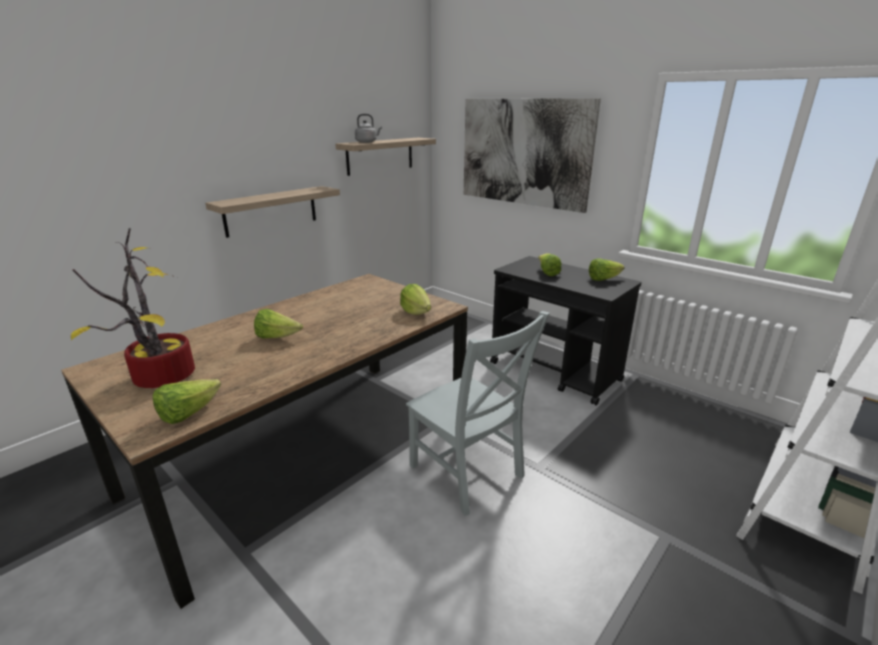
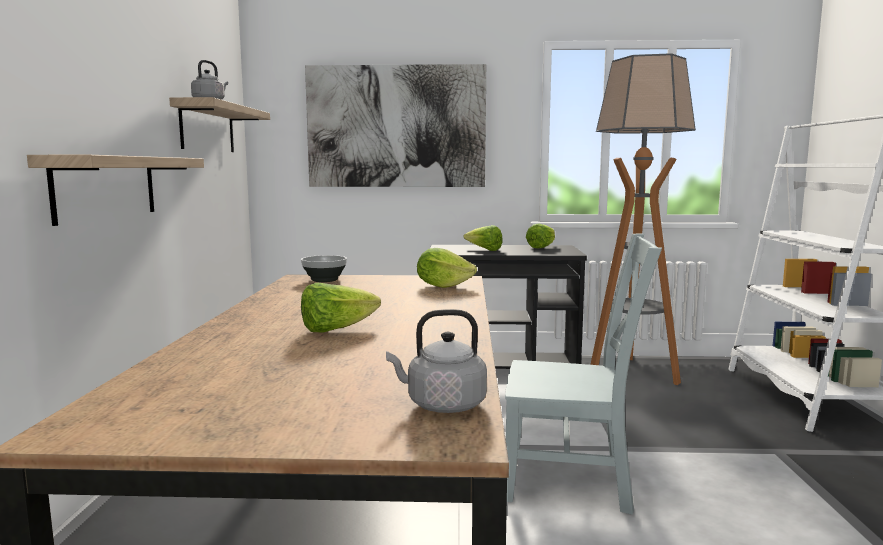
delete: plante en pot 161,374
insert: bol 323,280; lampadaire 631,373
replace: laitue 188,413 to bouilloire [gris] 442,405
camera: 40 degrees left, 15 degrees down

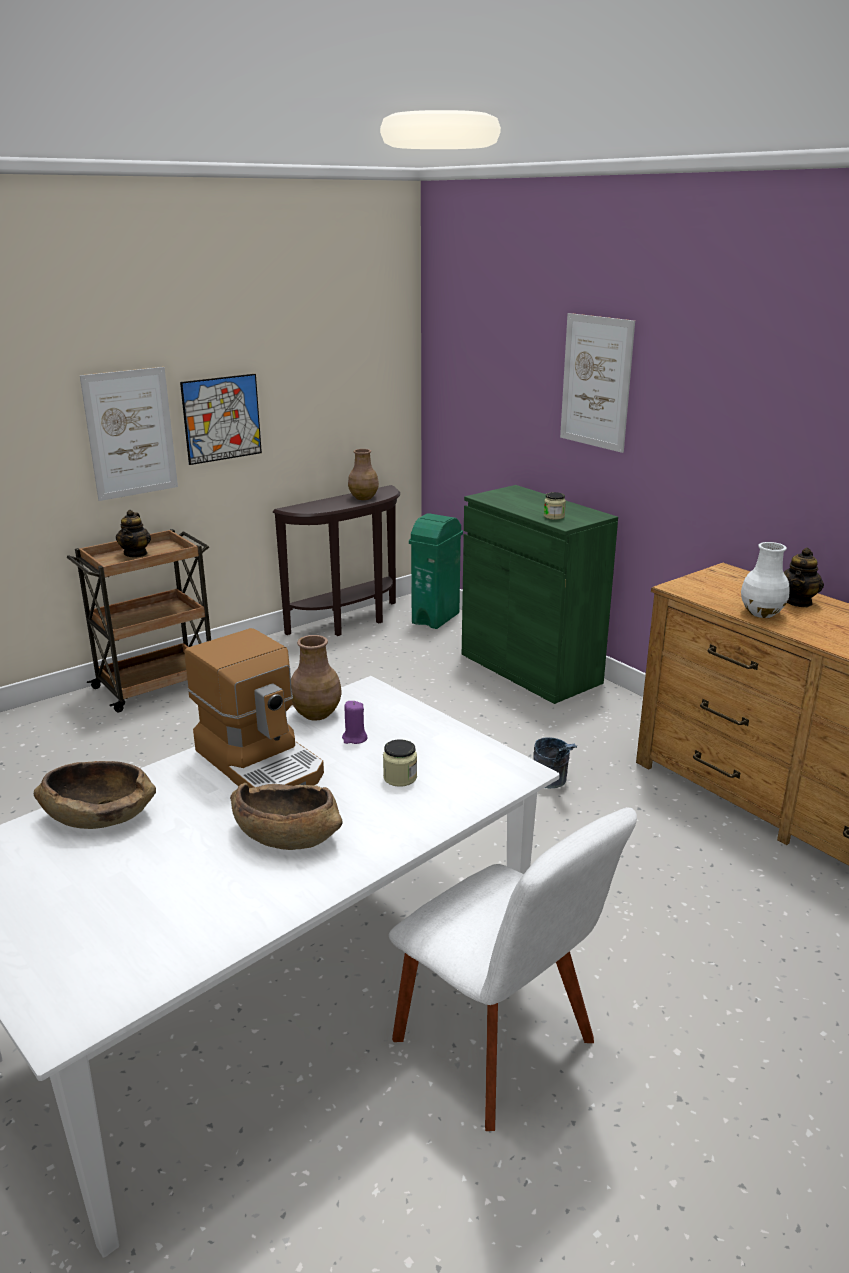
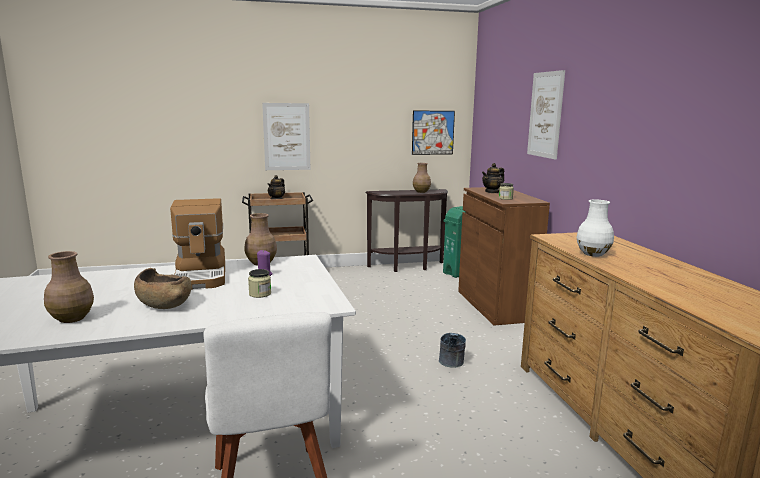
delete: bol [marron] 100,815
insert: vase [marron] 72,318
move: tableau 222,418 to 433,132; théière 797,601 to 492,192
recolor: meuble de rangement [vert] 530,668 to meuble de rangement [marron] 495,305
camera: 25 degrees right, 10 degrees down

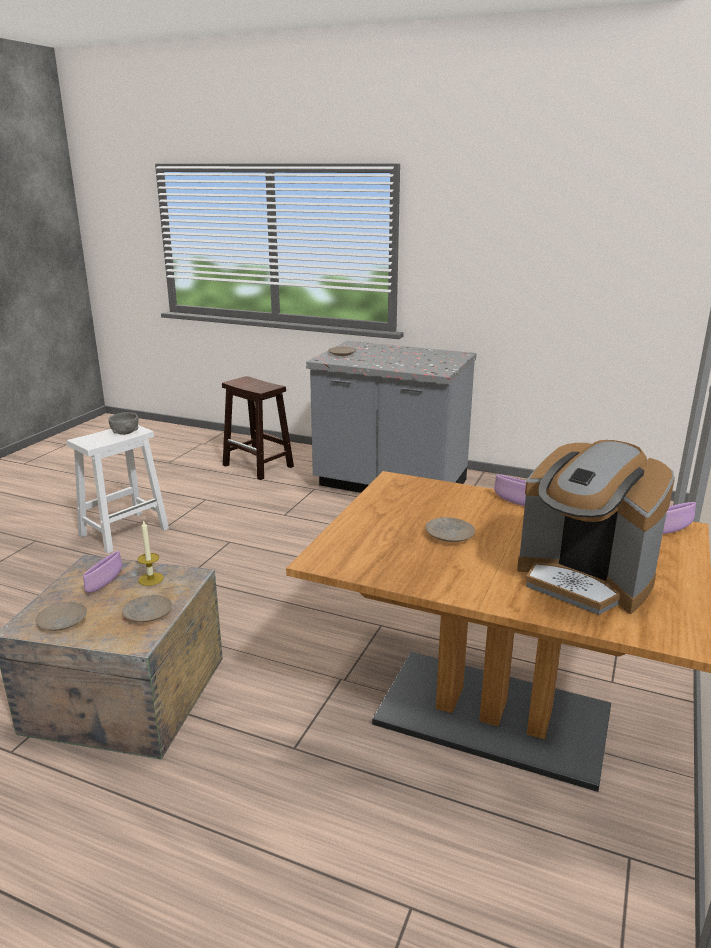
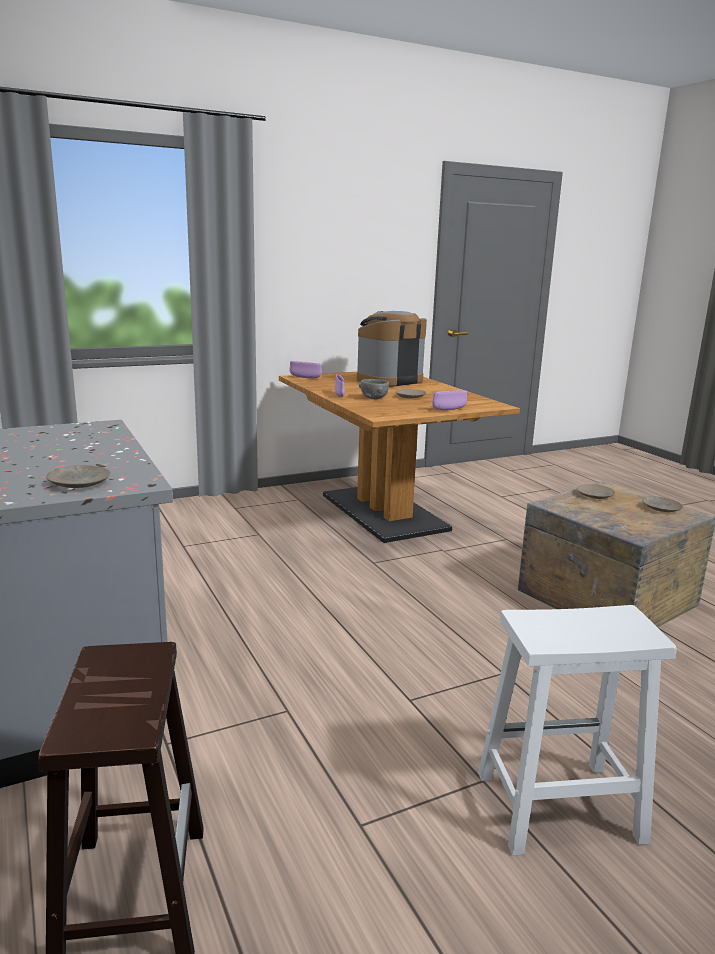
delete: bougie 151,579
move: bol [gris] 125,433 to 374,398; bol [violet] 105,584 to 449,409
rotate: machine à café 584,580 = 388,380 120 degrees counterclockwise
camera: 140 degrees left, 5 degrees down

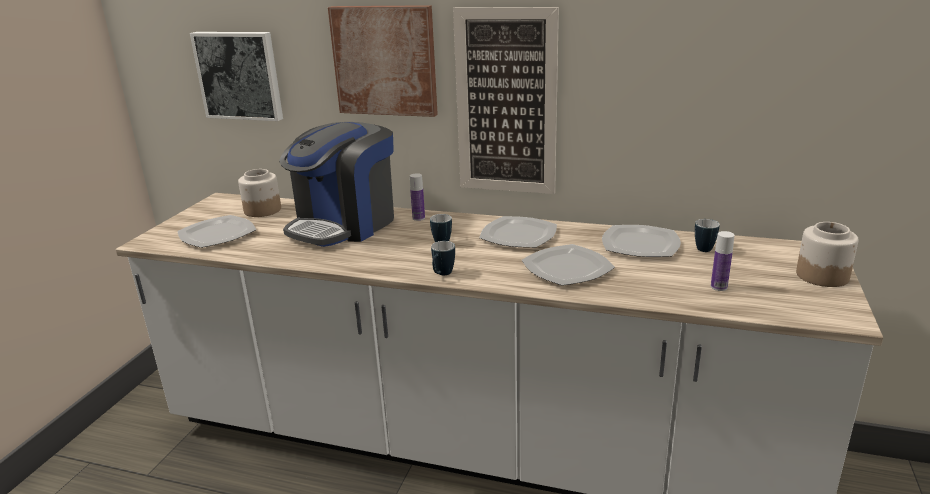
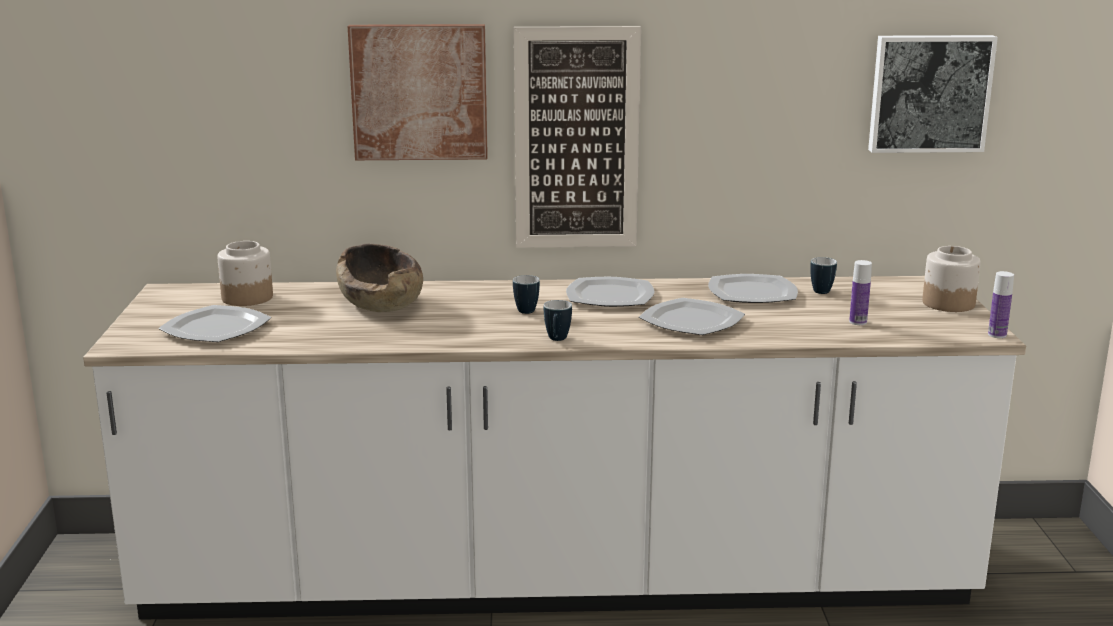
move: tableau 240,75 to 929,93; bouteille 418,218 to 997,335
replace: machine à café 344,225 to bol [marron] 381,304
camera: 20 degrees left, 5 degrees down

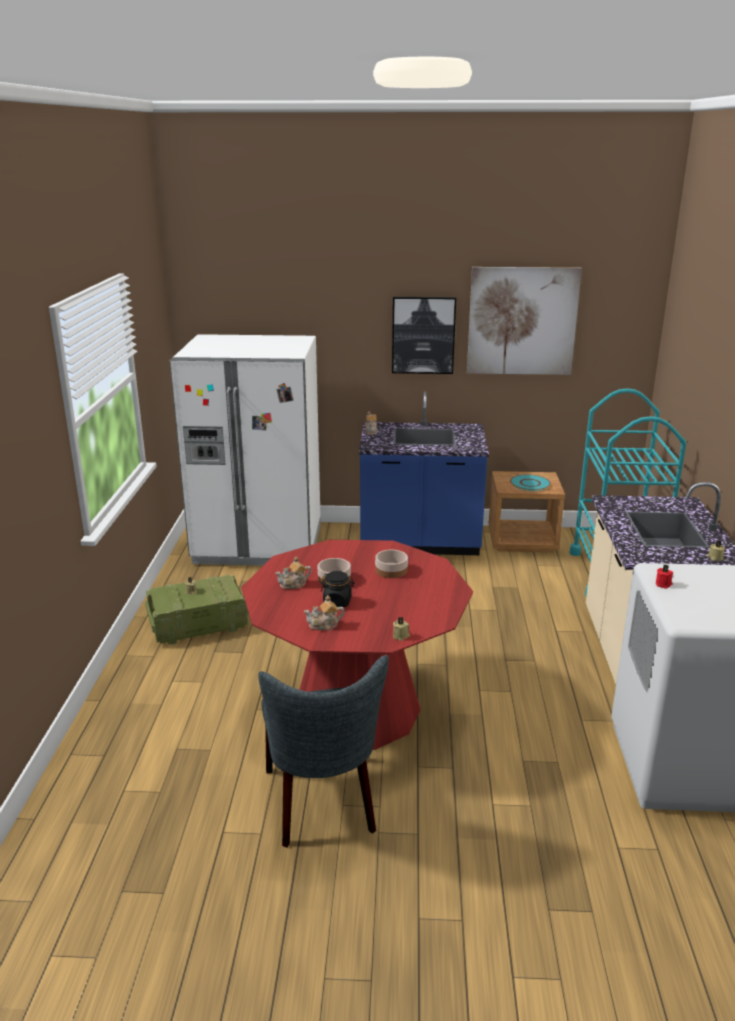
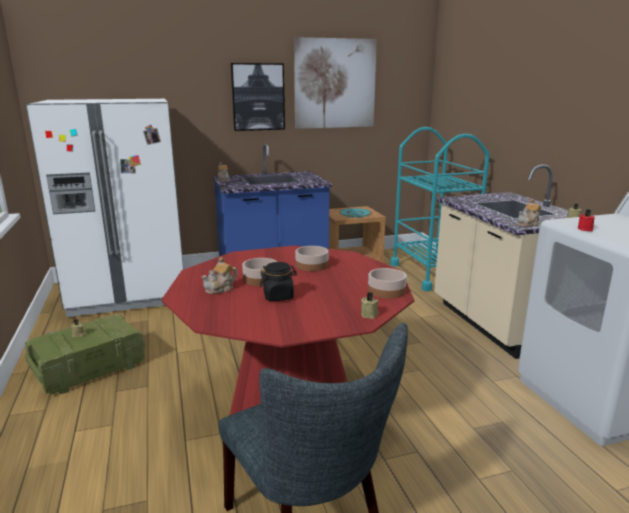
insert: bol 386,291
move: théière 324,625 to 528,224
camera: 20 degrees left, 5 degrees down

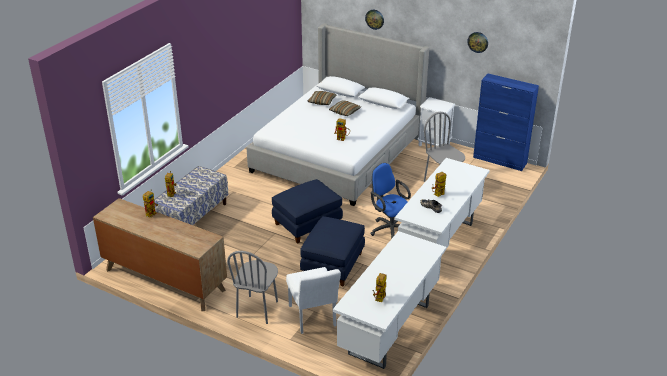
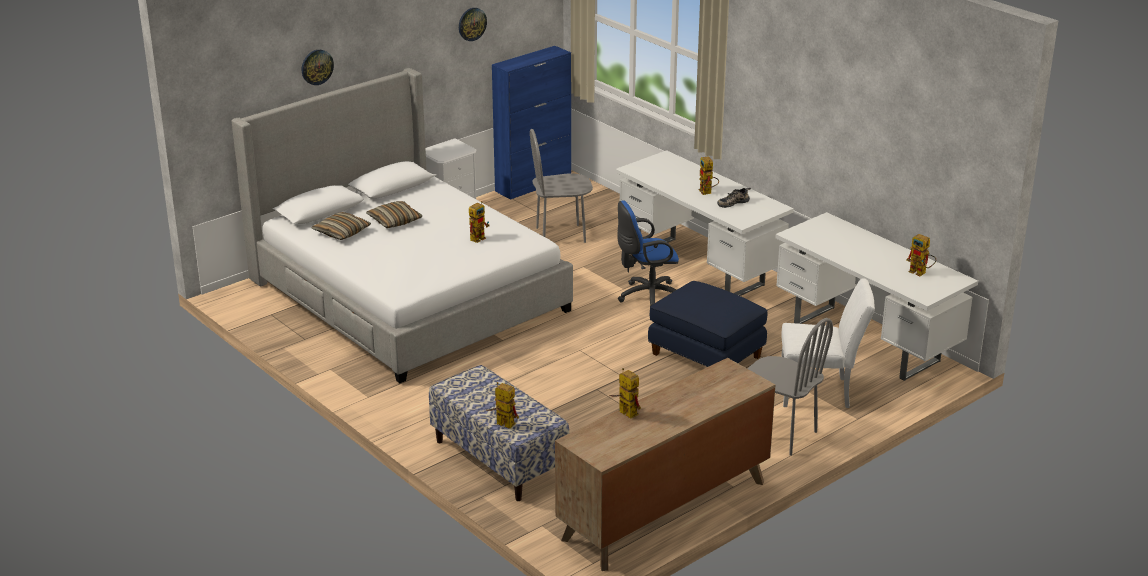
delete: pouf [bleu] 307,224
camera: 70 degrees left, 5 degrees down

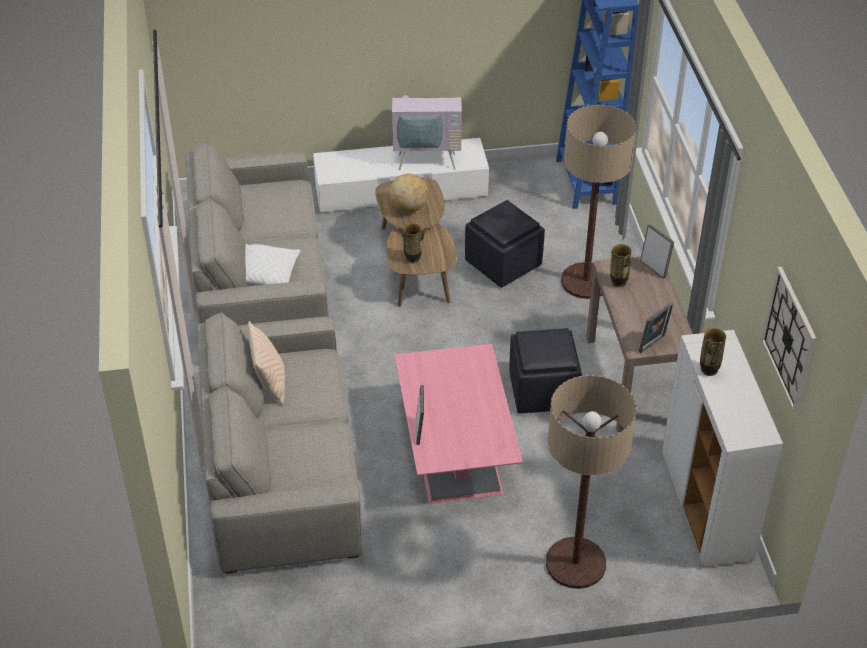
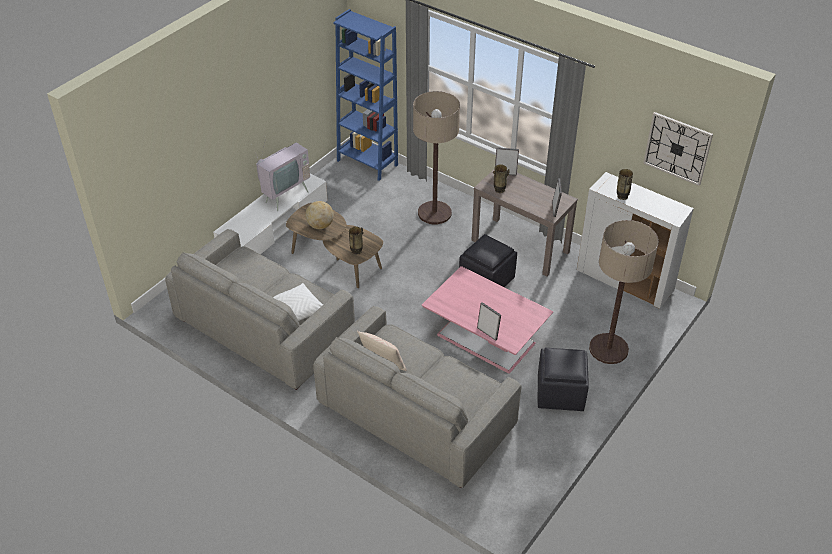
move: pouf [noir] 502,263 to 559,393
camera: 45 degrees left, 0 degrees up

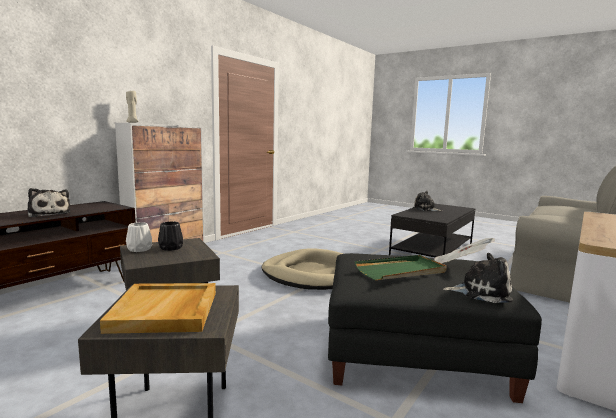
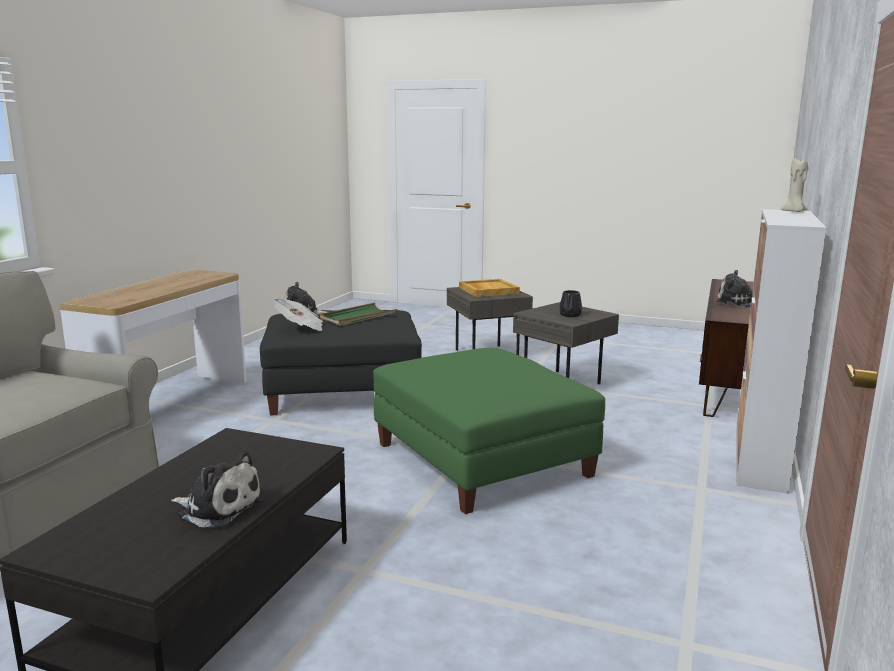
delete: vase [blanc] 140,249
replace: panier pour chien [beige] 313,274 to pouf [vert] 482,459
camera: 165 degrees right, 5 degrees up

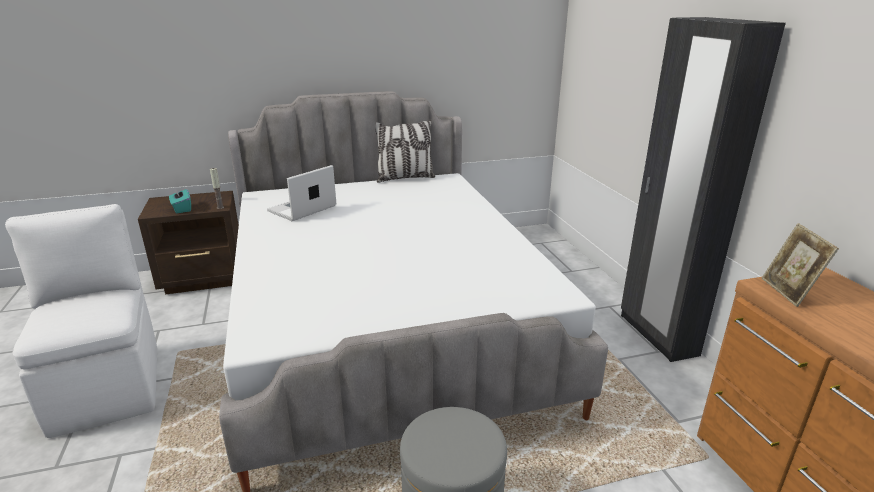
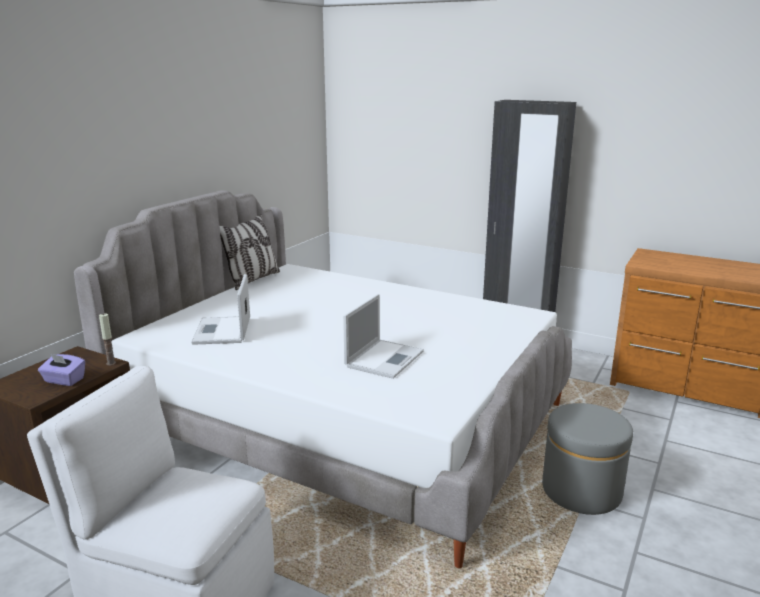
delete: cadre photo 788,292
insert: ordinateur portable 385,358
recolor: boîte à mouchoirs [turquoise] 182,209 to boîte à mouchoirs [violet] 64,380
camera: 45 degrees left, 5 degrees down

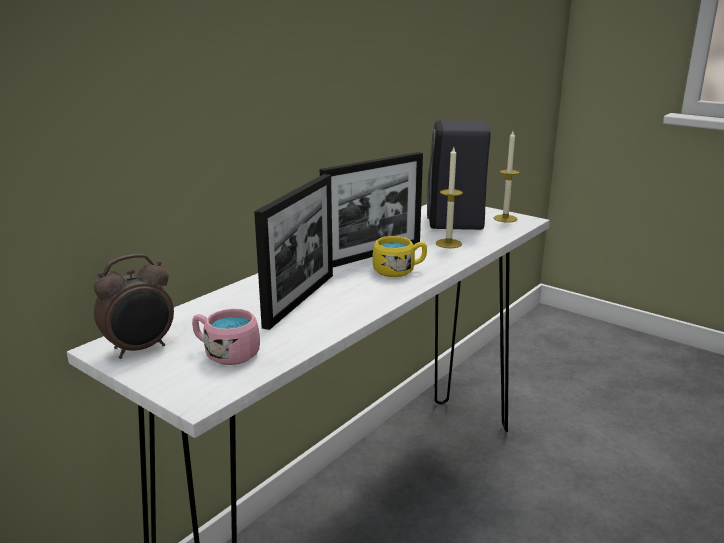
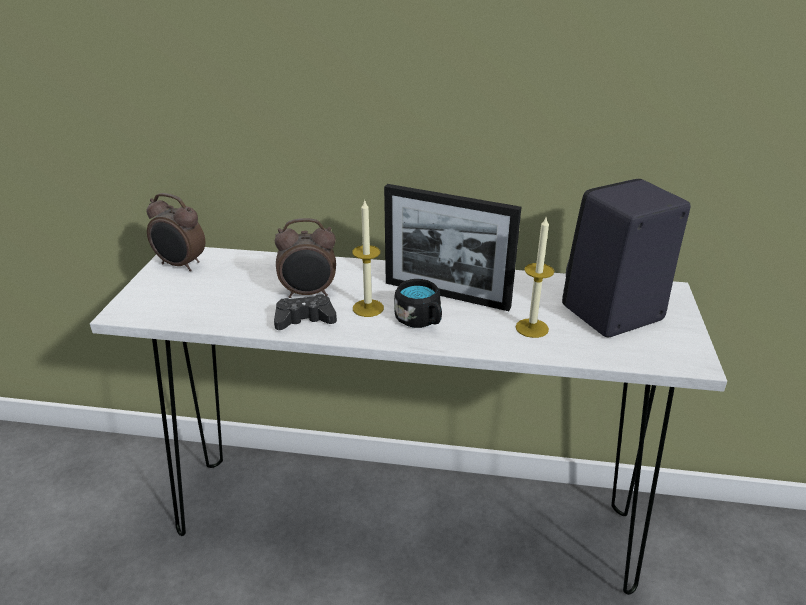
delete: mug [rose] 226,353
insert: manette [noir] 305,319
move: bougie 505,218 to 368,308
replace: cadre photo 300,300 to réveil 309,293
recolor: mug [jaune] 399,271 to mug [noir] 421,321
camera: 60 degrees right, 10 degrees up

